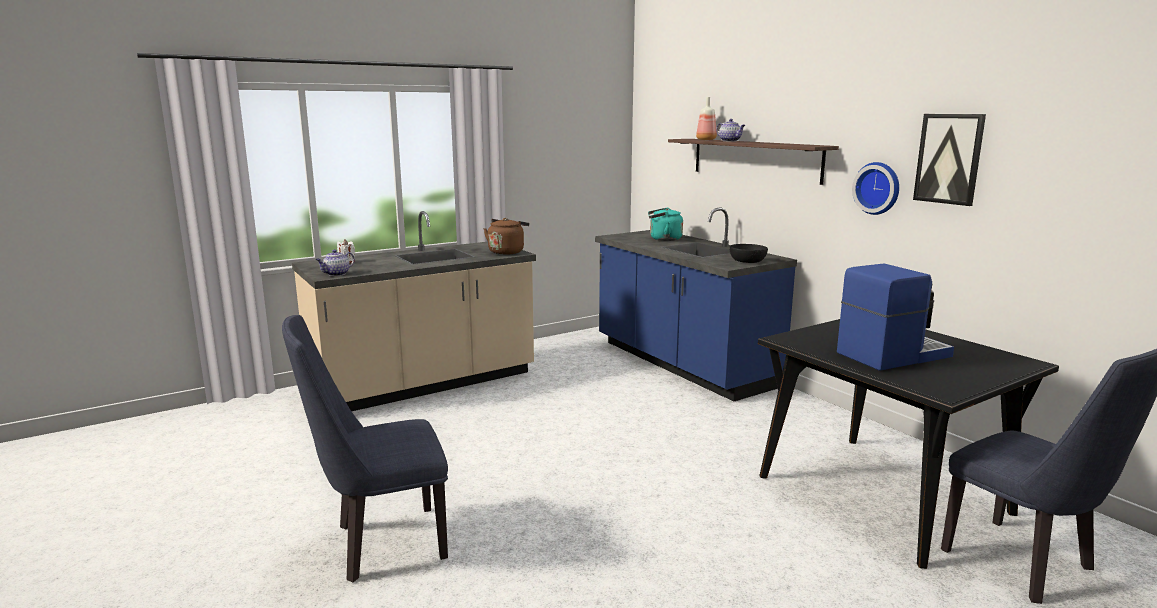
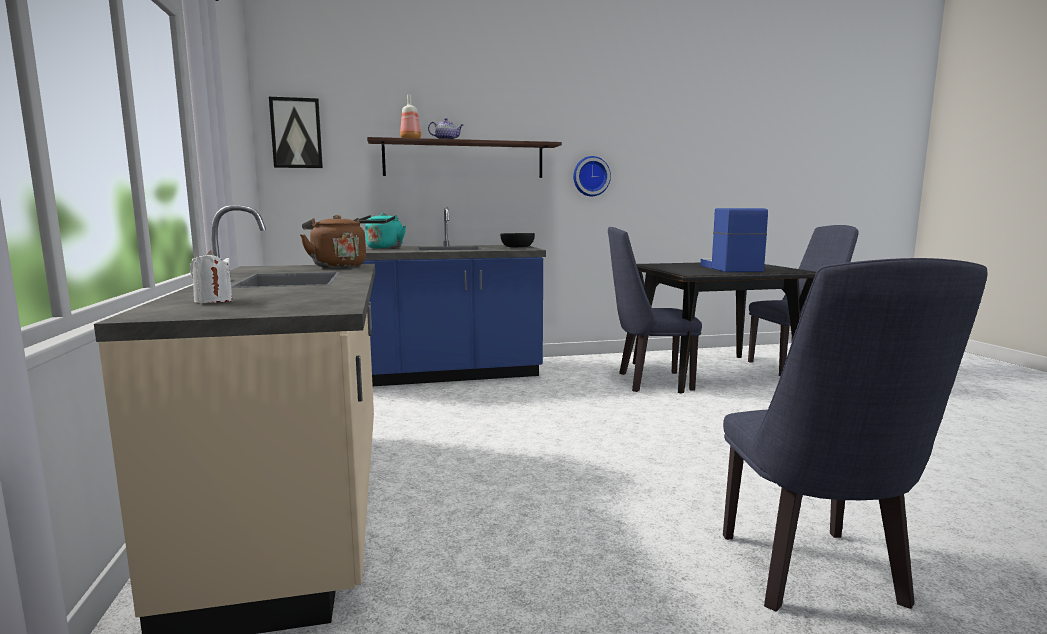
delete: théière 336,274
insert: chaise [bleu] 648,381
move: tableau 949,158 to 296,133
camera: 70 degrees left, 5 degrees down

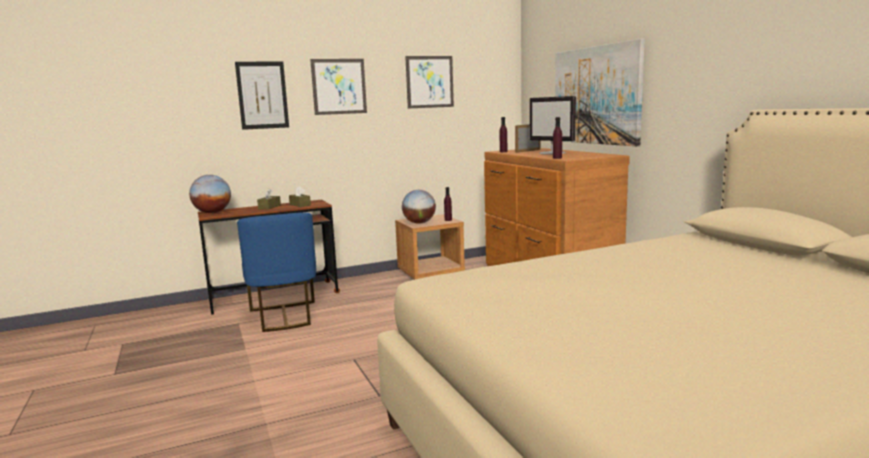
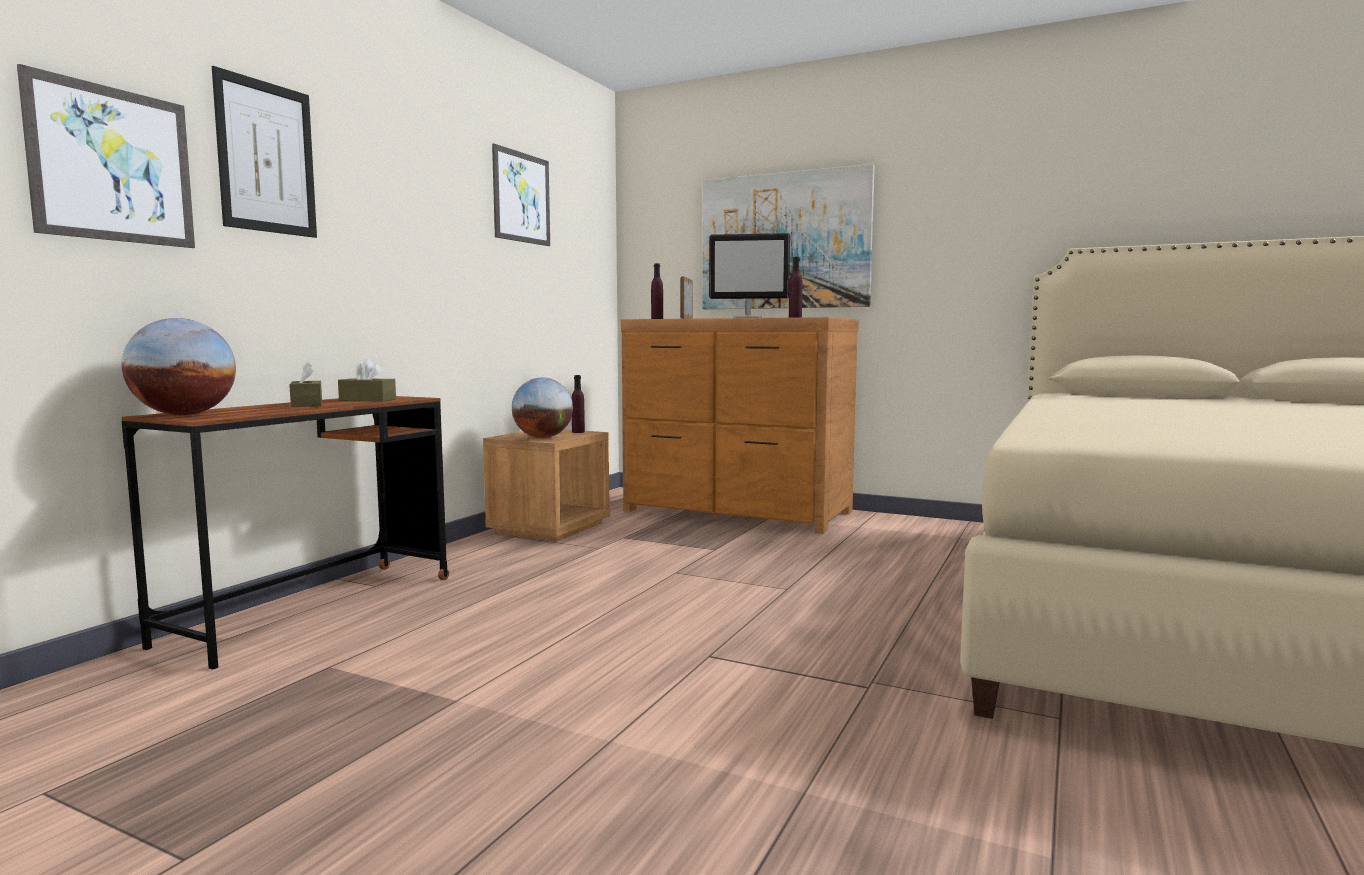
delete: chaise [bleu] 284,317
move: tableau 339,86 to 113,165
camera: 40 degrees left, 5 degrees down

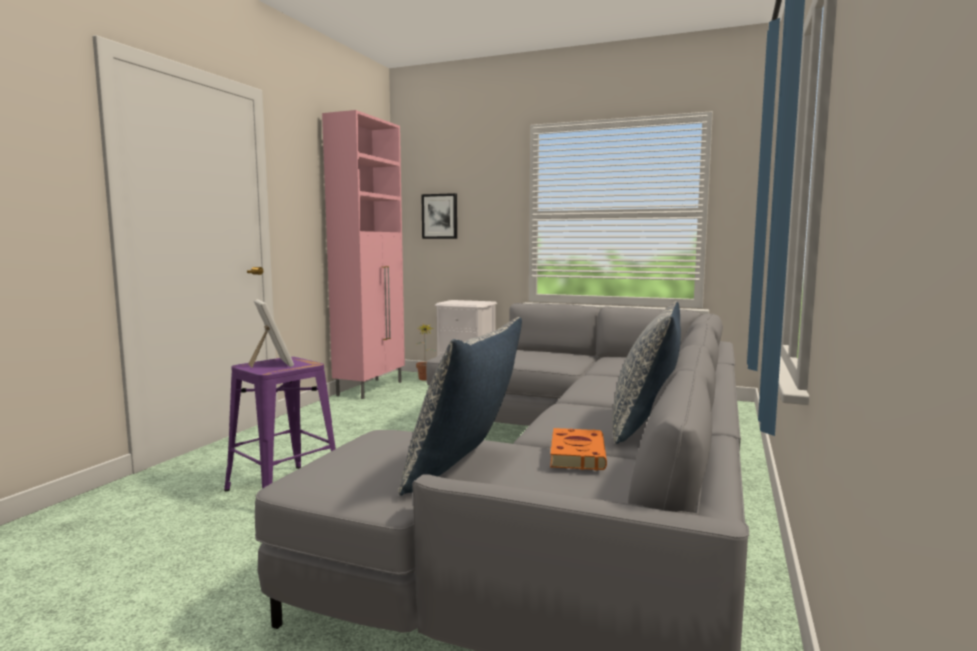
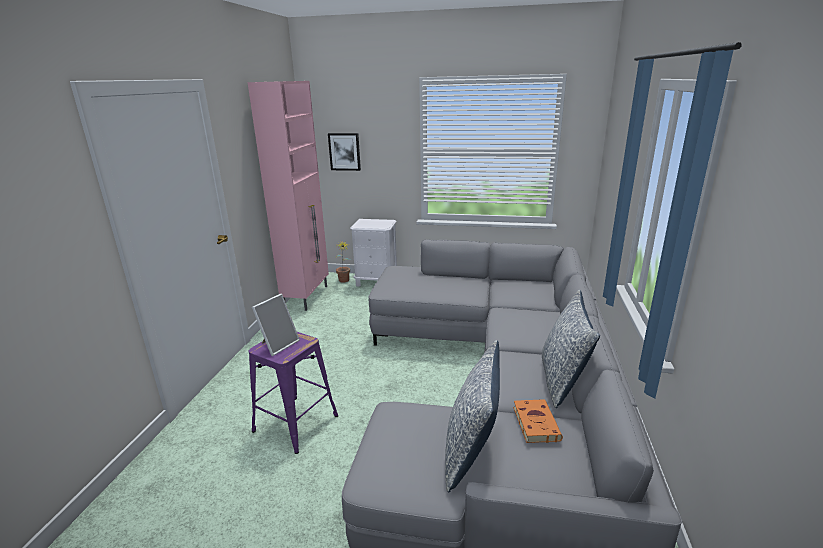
rotate: cadre photo 271,364 = 278,344 75 degrees clockwise
camera: 10 degrees left, 15 degrees up

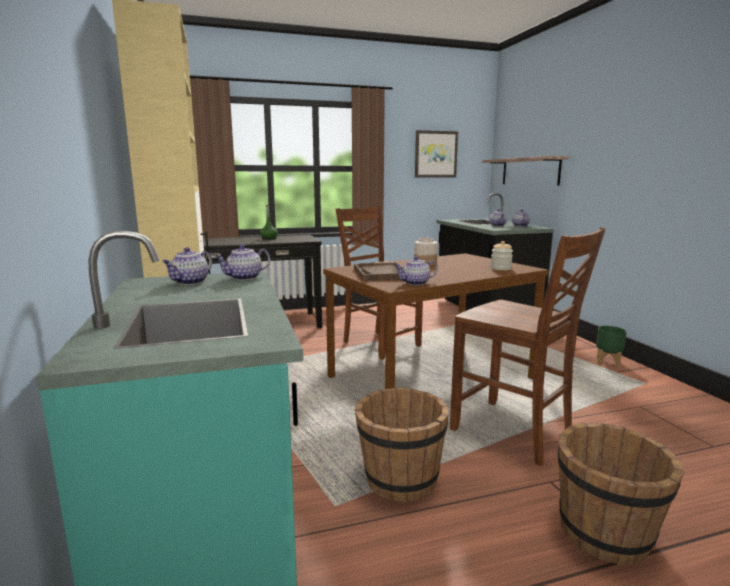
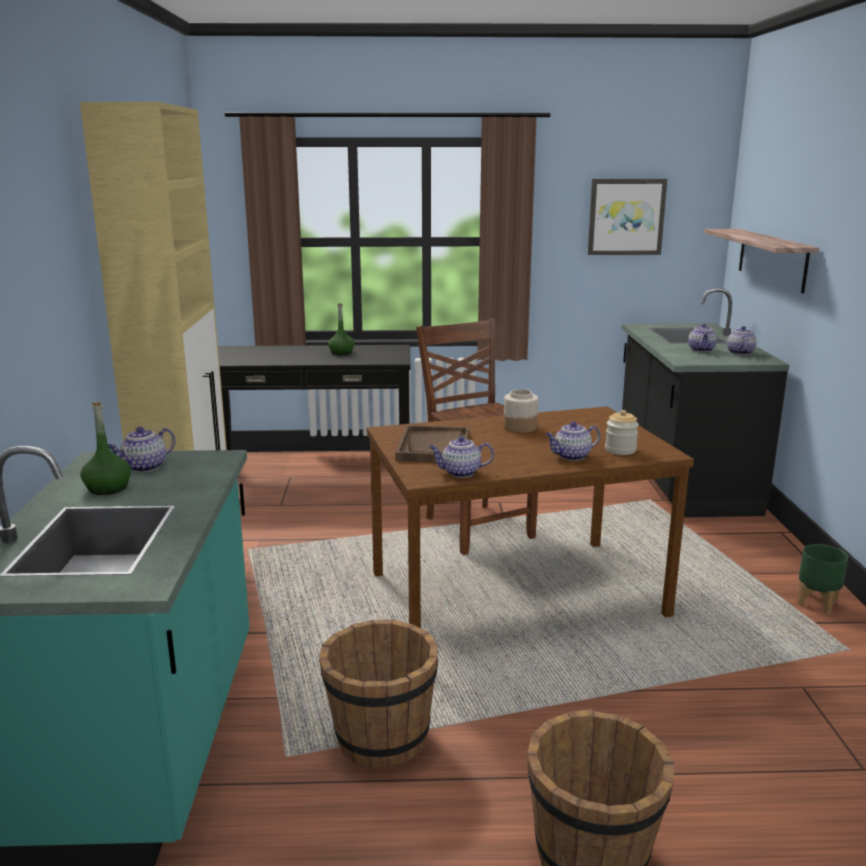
delete: chaise [marron] 513,433
insert: bouteille [vert] 108,488
move: théière 244,278 to 571,456
camera: 15 degrees right, 5 degrees up

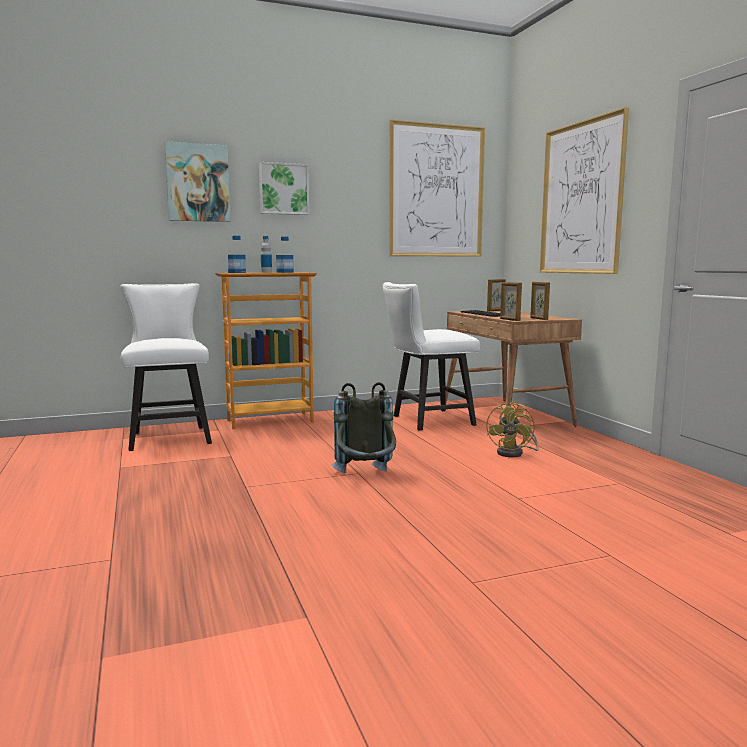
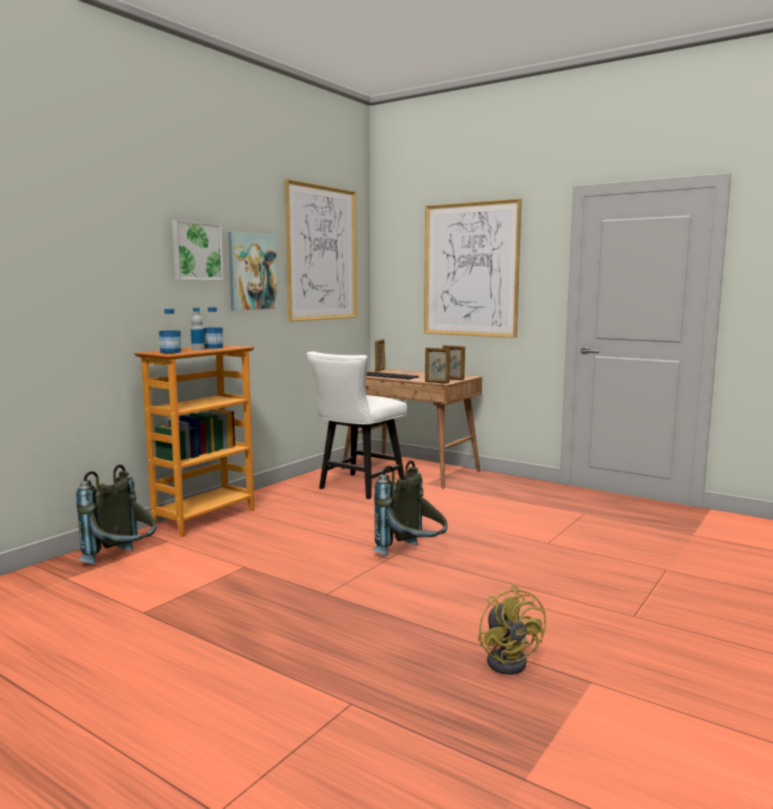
move: tableau 198,183 to 252,271; ventilateur [jaune] 514,453 to 510,660
replace: chaise [blanc] 170,436 to sac à dos [gris] 123,562
camera: 35 degrees left, 0 degrees up

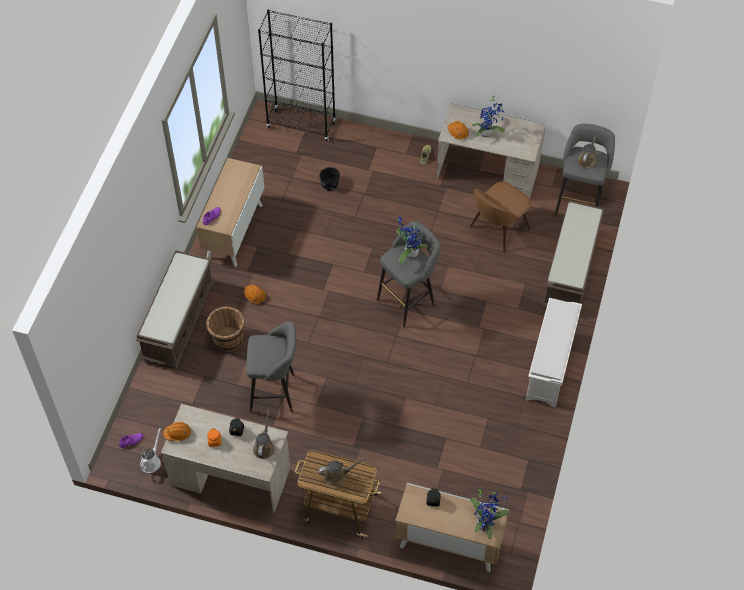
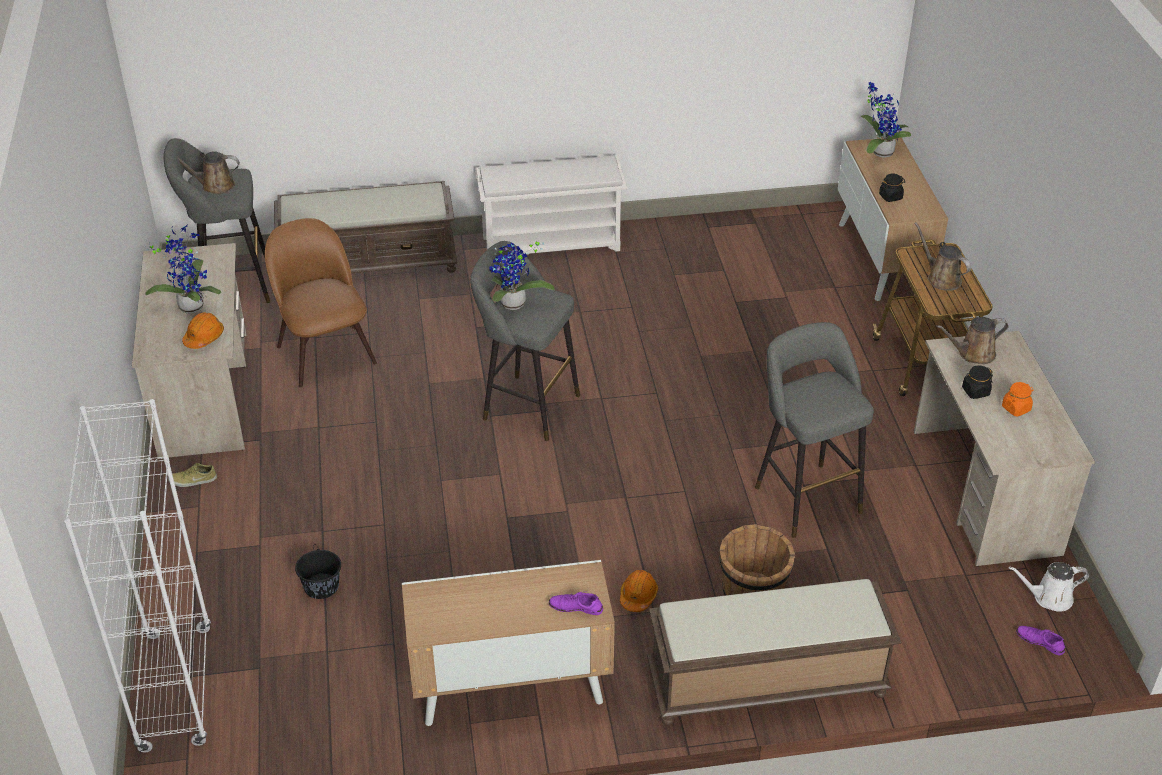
delete: casque de chantier [orange] 178,433
recolor: bibliothèque [noir] 301,125 to bibliothèque [blanc] 175,689
rotate: chaise [marron] 497,229 = 325,352 135 degrees counterclockwise
camera: 115 degrees left, 15 degrees down

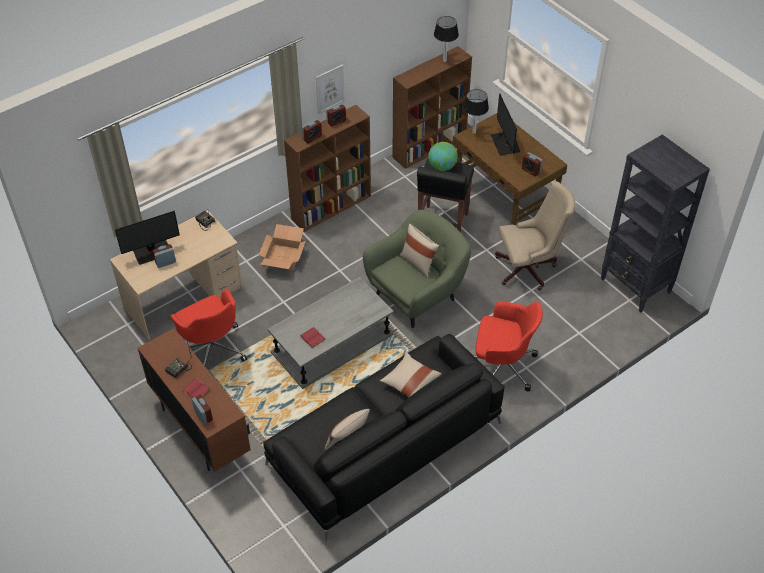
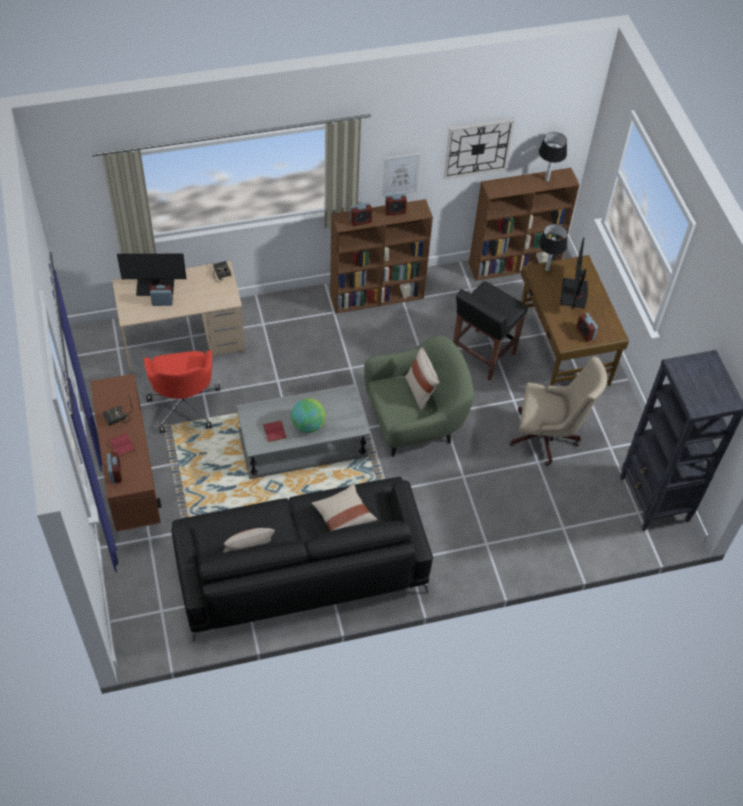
delete: carton 283,256; chaise de bureau [rouge] 502,366
insert: horloge murale 477,148
move: globe 442,167 to 308,425
camera: 20 degrees right, 5 degrees up

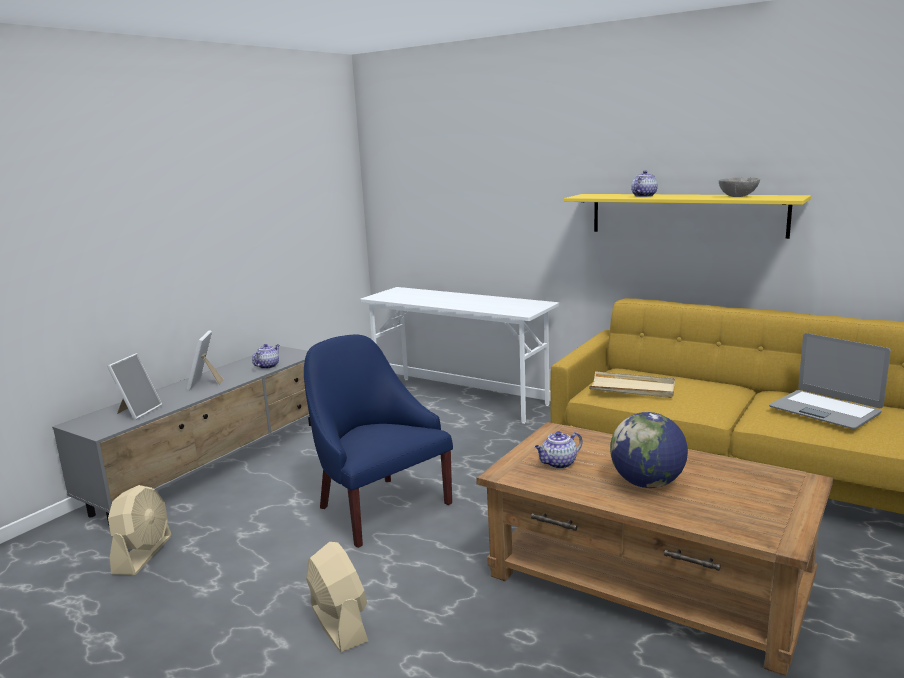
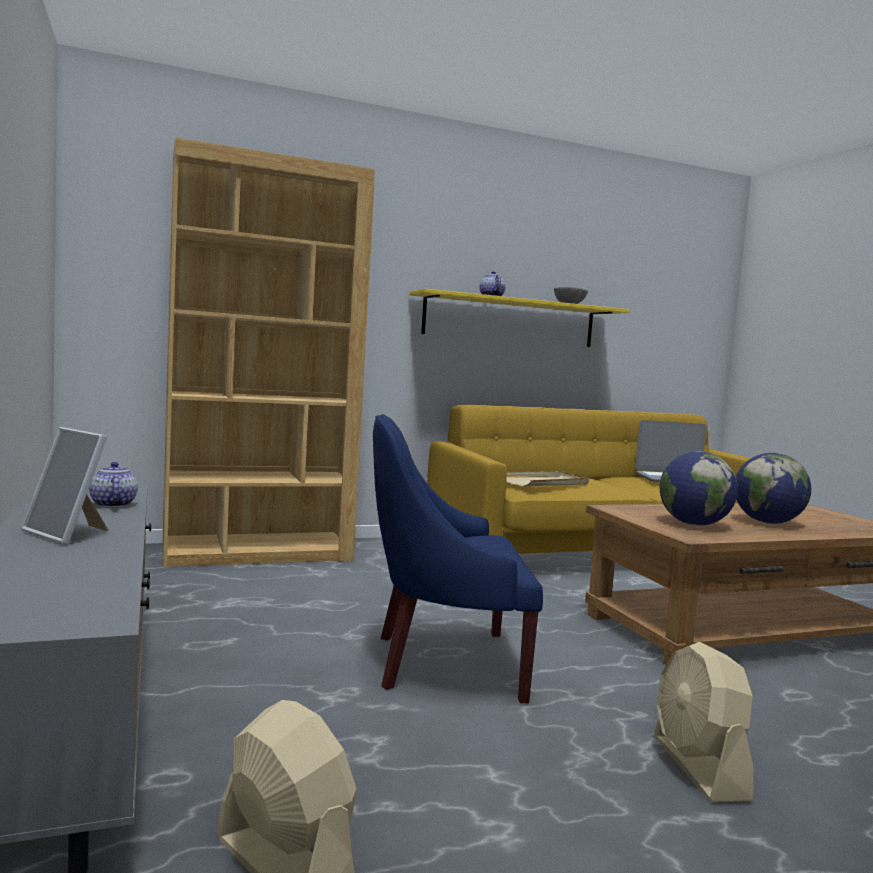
delete: cadre photo 138,411
replace: bureau [blanc] 460,399 to bibliothèque [marron] 258,553; théière 558,464 to globe 694,524
rotate: ventilateur [beige] 338,623 = 699,767 105 degrees counterclockwise
camera: 55 degrees left, 10 degrees down

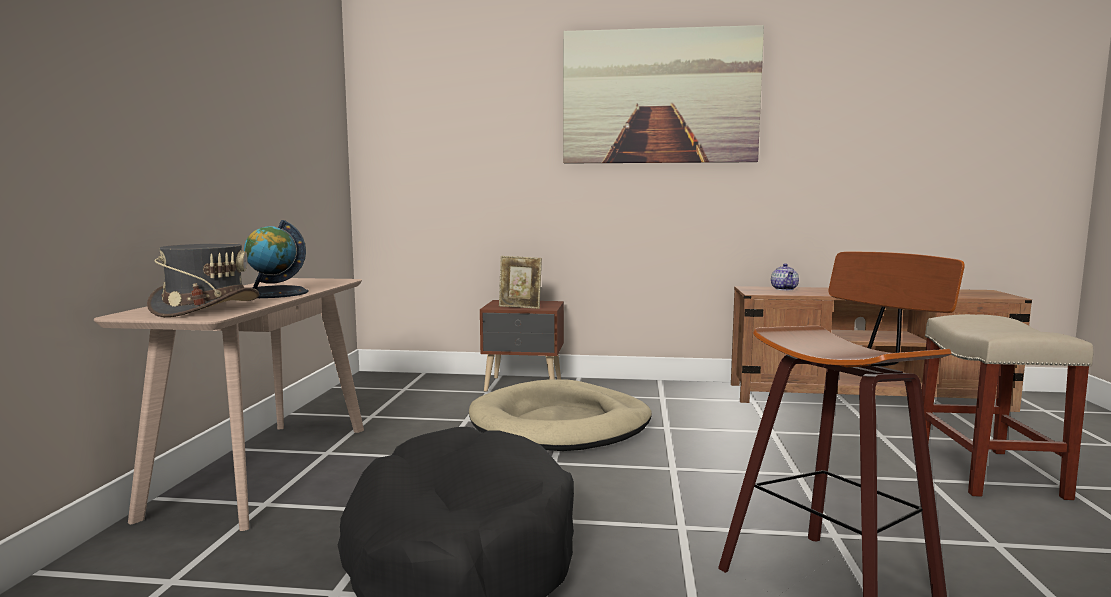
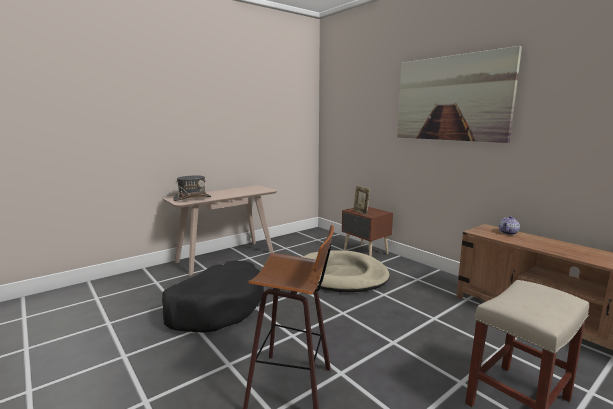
delete: globe 273,293
camera: 45 degrees right, 5 degrees up

